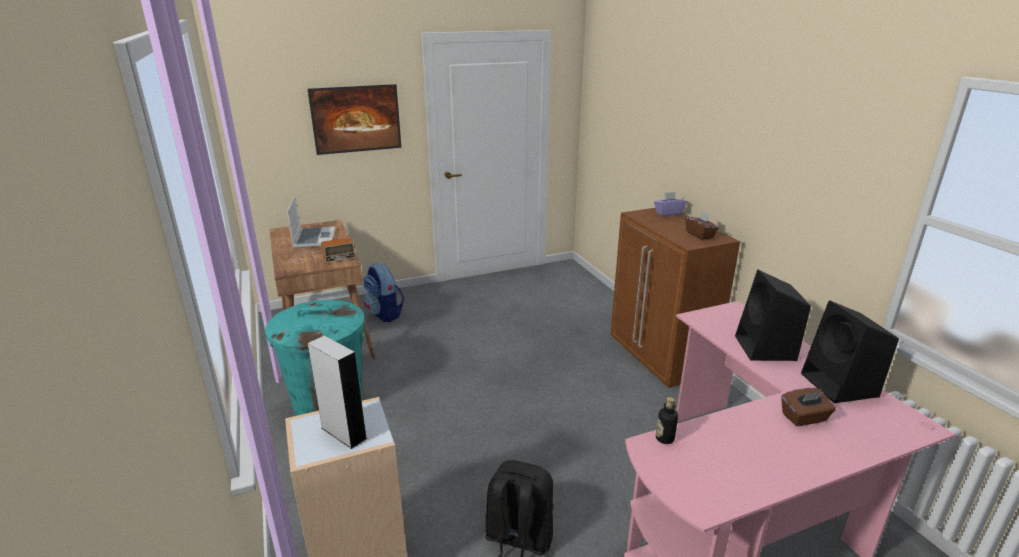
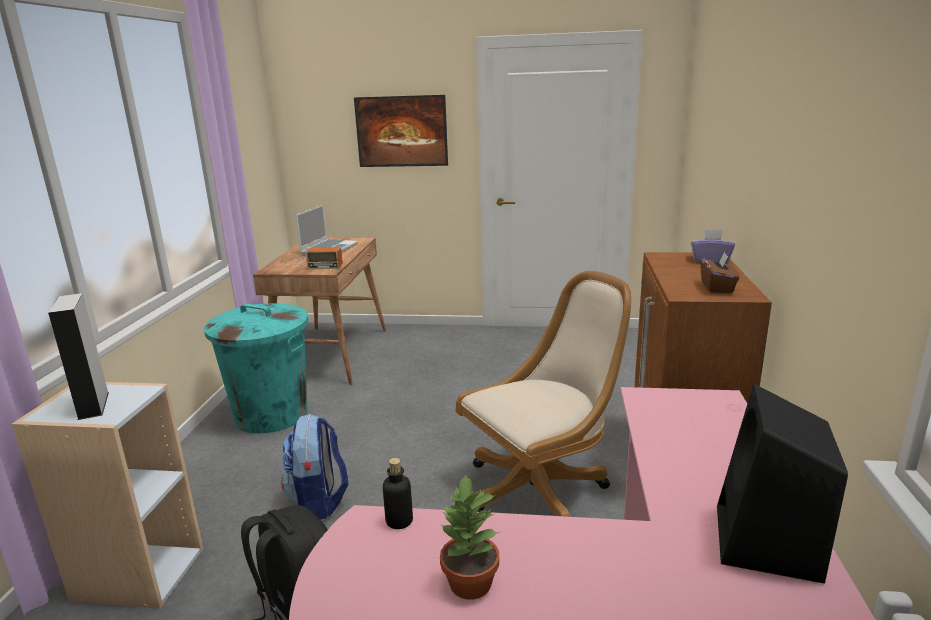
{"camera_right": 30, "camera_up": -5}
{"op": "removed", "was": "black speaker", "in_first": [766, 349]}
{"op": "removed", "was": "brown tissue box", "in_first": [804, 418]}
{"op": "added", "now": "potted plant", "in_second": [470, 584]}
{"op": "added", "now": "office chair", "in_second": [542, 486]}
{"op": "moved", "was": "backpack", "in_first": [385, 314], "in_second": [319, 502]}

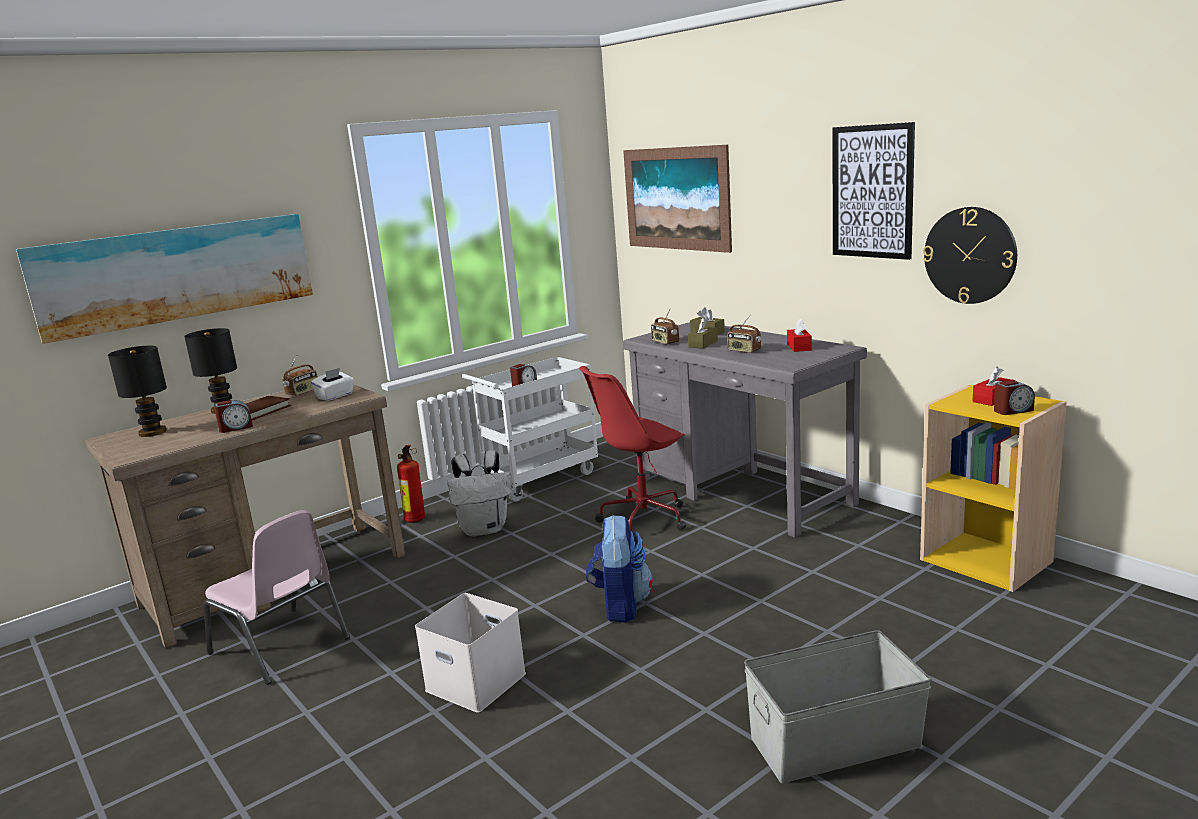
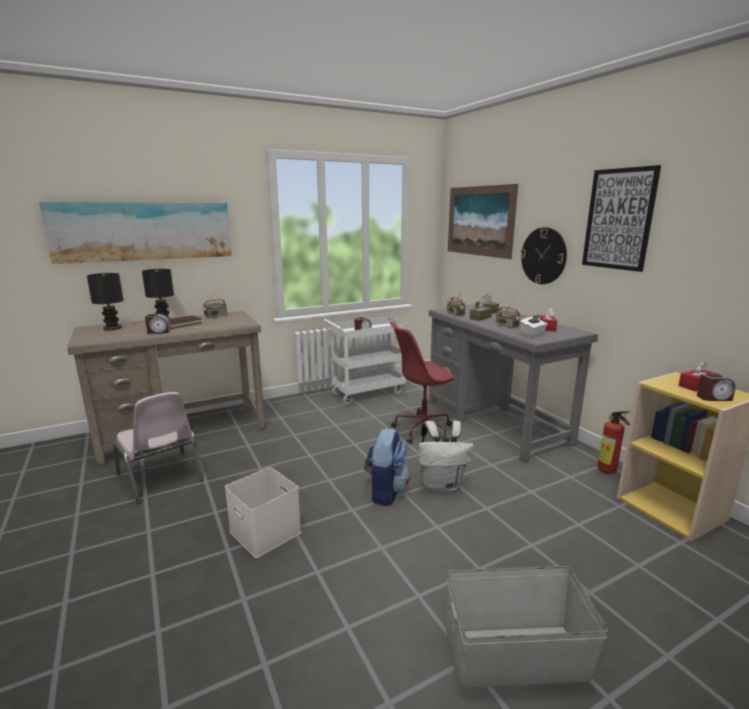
{"camera_right": 10, "camera_up": 0}
{"op": "moved", "was": "white tissue box", "in_first": [335, 396], "in_second": [532, 334]}
{"op": "moved", "was": "fire extinguisher", "in_first": [415, 520], "in_second": [608, 471]}
{"op": "moved", "was": "white backpack", "in_first": [485, 529], "in_second": [441, 485]}
{"op": "moved", "was": "wall clock", "in_first": [970, 255], "in_second": [543, 256]}

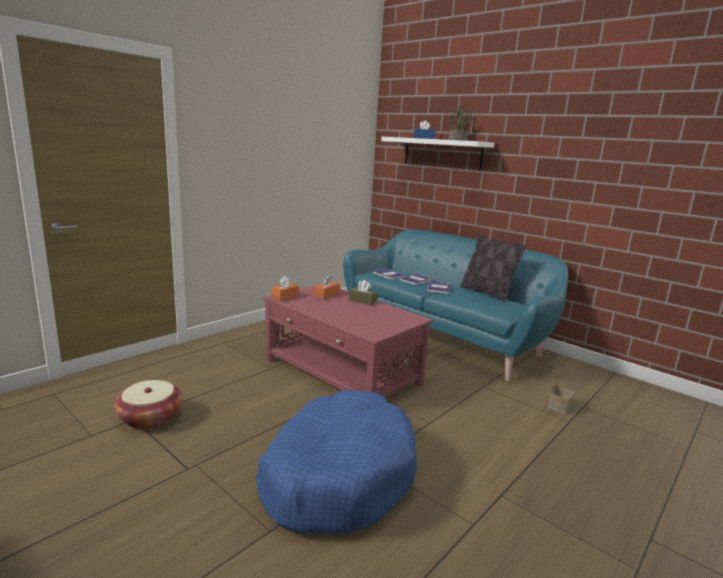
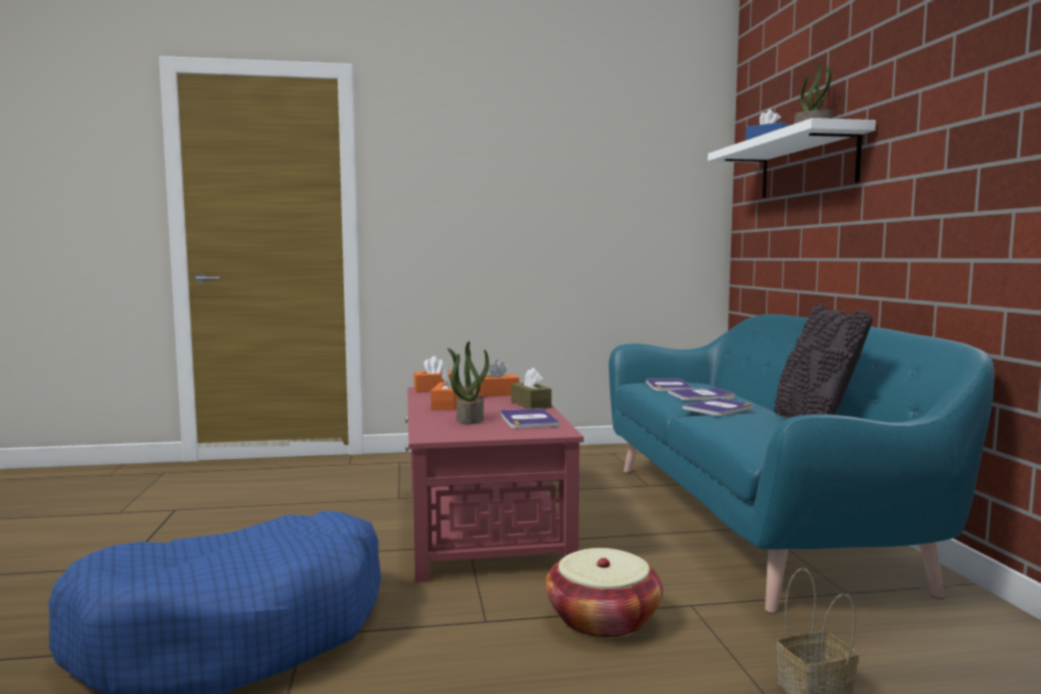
{"camera_right": 40, "camera_up": -10}
{"op": "added", "now": "orange tissue box", "in_second": [447, 405]}
{"op": "added", "now": "potted plant", "in_second": [469, 419]}
{"op": "added", "now": "book", "in_second": [528, 420]}
{"op": "moved", "was": "basket", "in_first": [150, 418], "in_second": [603, 620]}

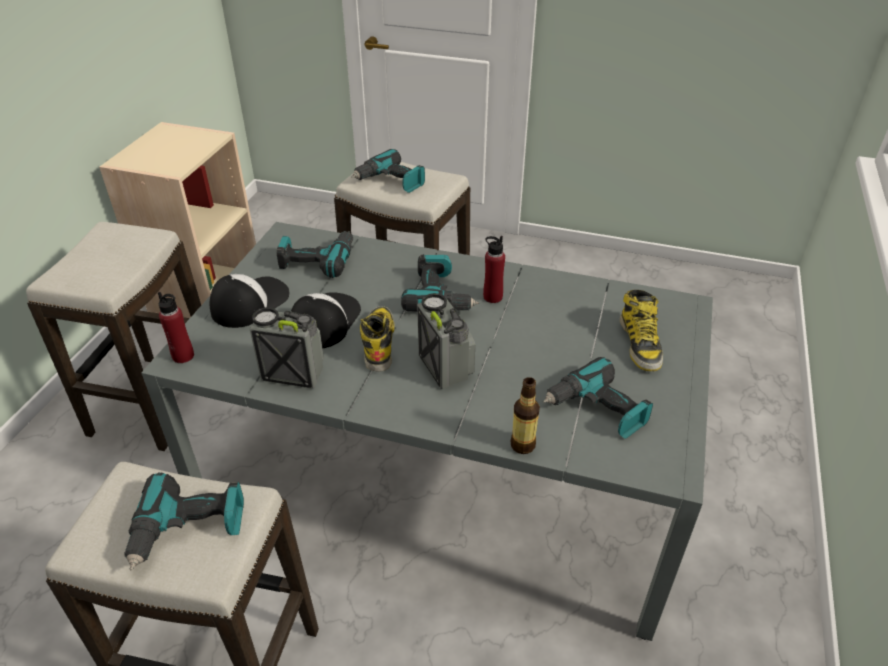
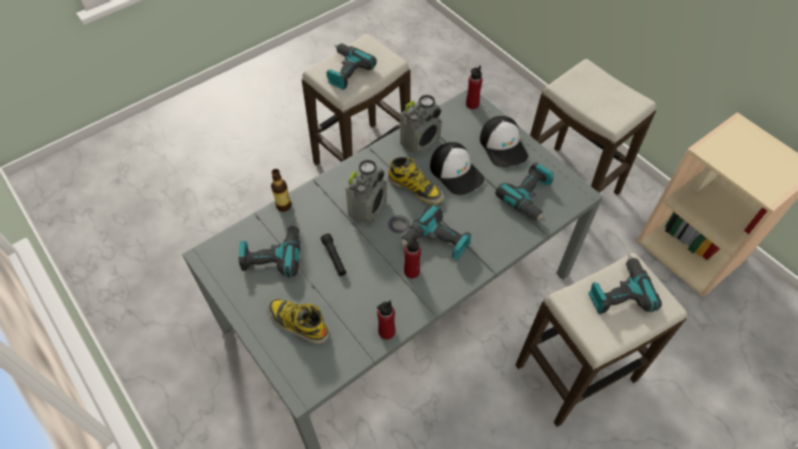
{"camera_right": 125, "camera_up": 15}
{"op": "added", "now": "black flashlight", "in_second": [334, 258]}
{"op": "added", "now": "red bottle", "in_second": [386, 332]}
{"op": "turned", "was": "radio", "in_first": [445, 366], "in_second": [368, 207], "clockwise": -75}

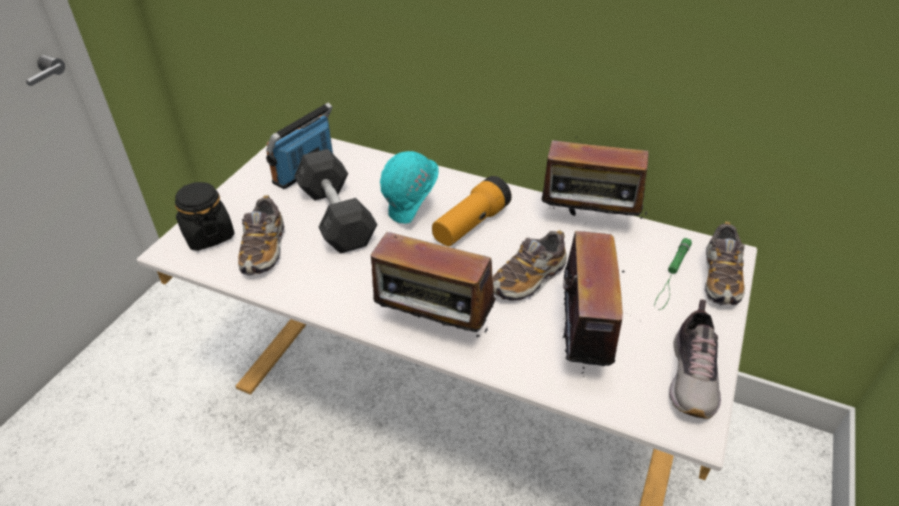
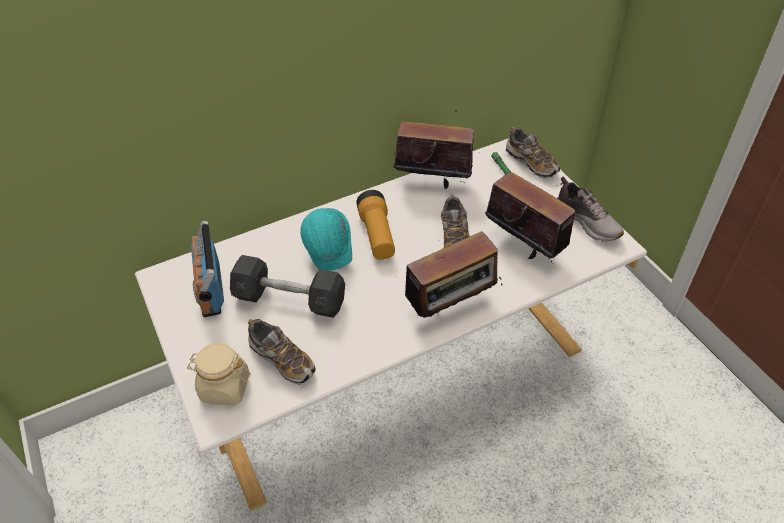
{"camera_right": -50, "camera_up": 5}
{"op": "recoloured", "was": "black jar", "now": "beige jar", "in_first": [208, 235], "in_second": [224, 387]}
{"op": "turned", "was": "radio", "in_first": [588, 222], "in_second": [432, 181], "clockwise": -135}

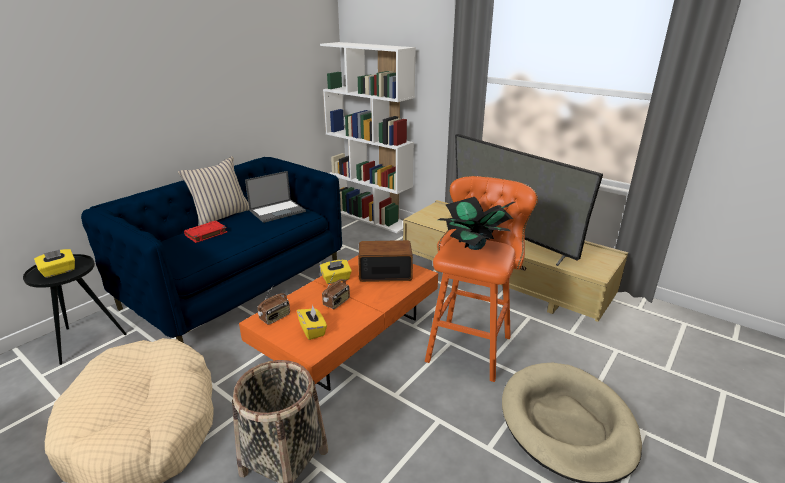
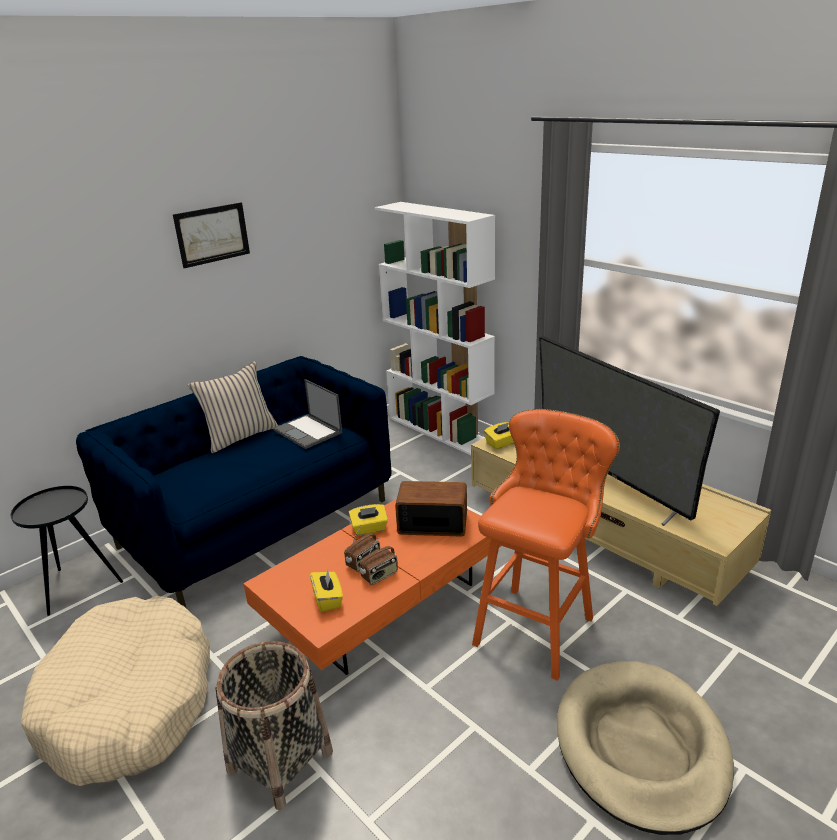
{"camera_right": 10, "camera_up": 0}
{"op": "removed", "was": "red book", "in_first": [206, 234]}
{"op": "removed", "was": "potted plant", "in_first": [474, 246]}
{"op": "added", "now": "picture", "in_second": [212, 234]}
{"op": "moved", "was": "yellow tissue box", "in_first": [59, 271], "in_second": [501, 444]}
{"op": "moved", "was": "radio", "in_first": [275, 317], "in_second": [380, 576]}
{"op": "turned", "was": "laptop", "in_first": [278, 211], "in_second": [308, 432], "clockwise": 75}

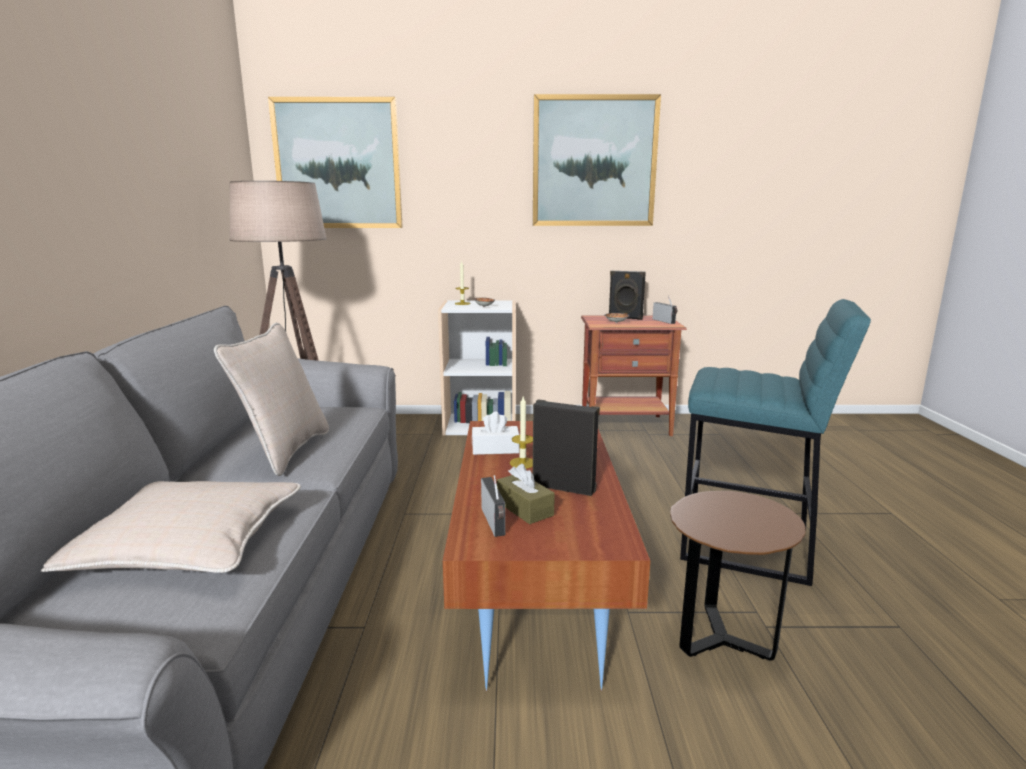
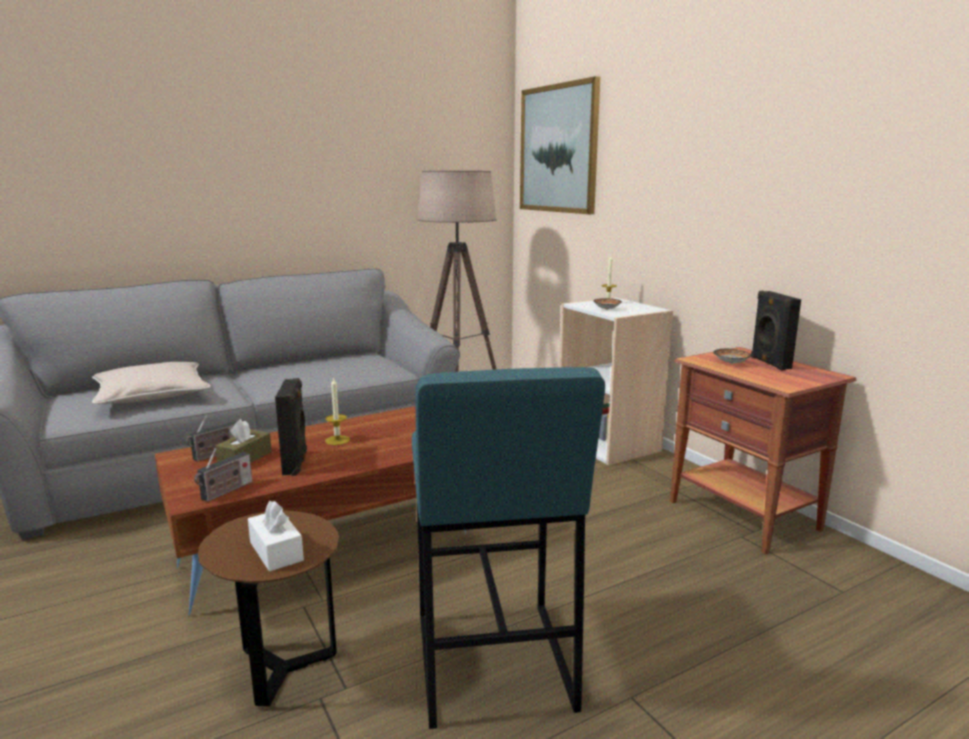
{"camera_right": 60, "camera_up": 0}
{"op": "removed", "was": "beige pillow", "in_first": [285, 451]}
{"op": "removed", "was": "picture", "in_first": [594, 162]}
{"op": "moved", "was": "white tissue box", "in_first": [495, 449], "in_second": [276, 551]}
{"op": "moved", "was": "radio", "in_first": [665, 321], "in_second": [225, 491]}

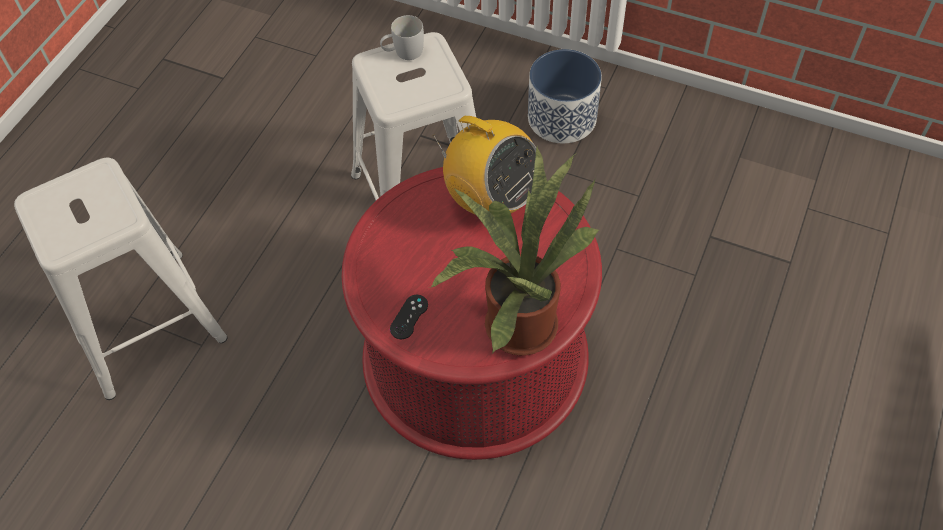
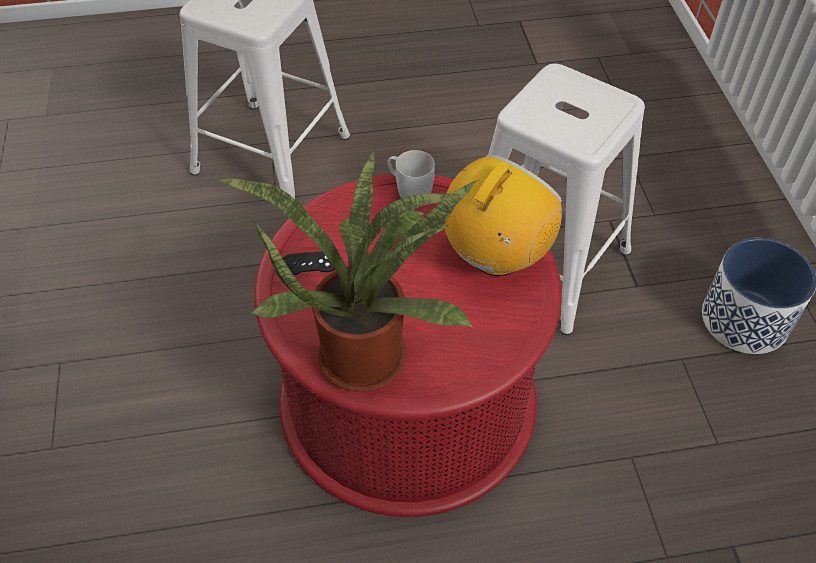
{"camera_right": 55, "camera_up": -5}
{"op": "moved", "was": "white mug", "in_first": [403, 52], "in_second": [409, 189]}
{"op": "turned", "was": "radio", "in_first": [491, 200], "in_second": [496, 256], "clockwise": -150}

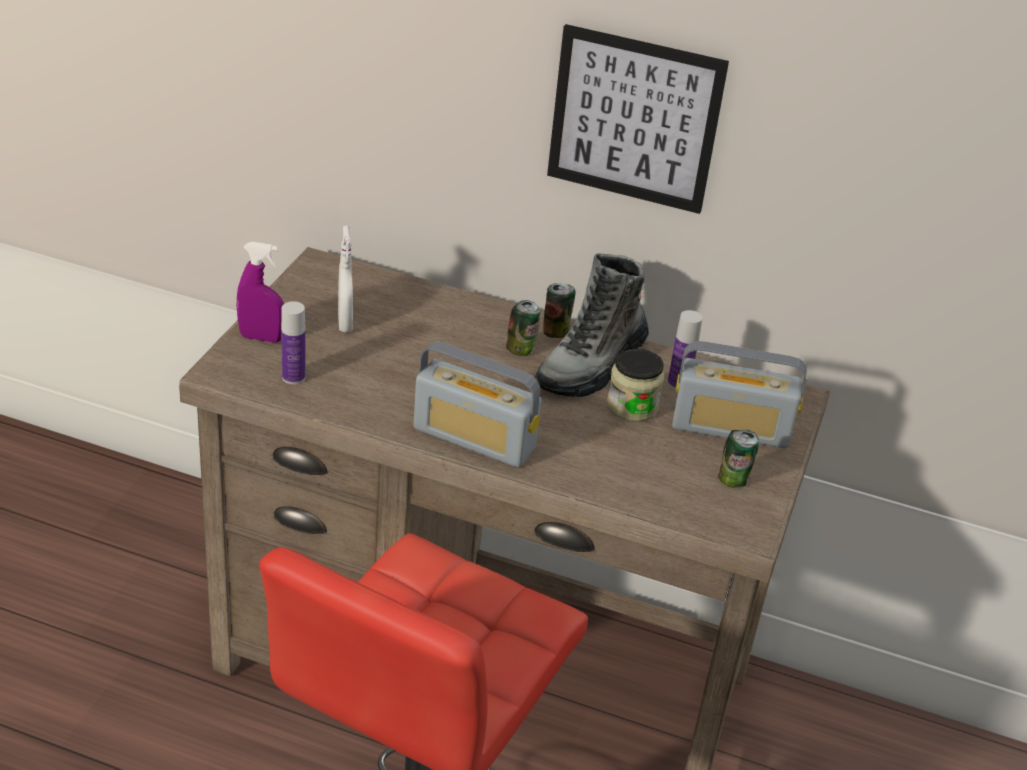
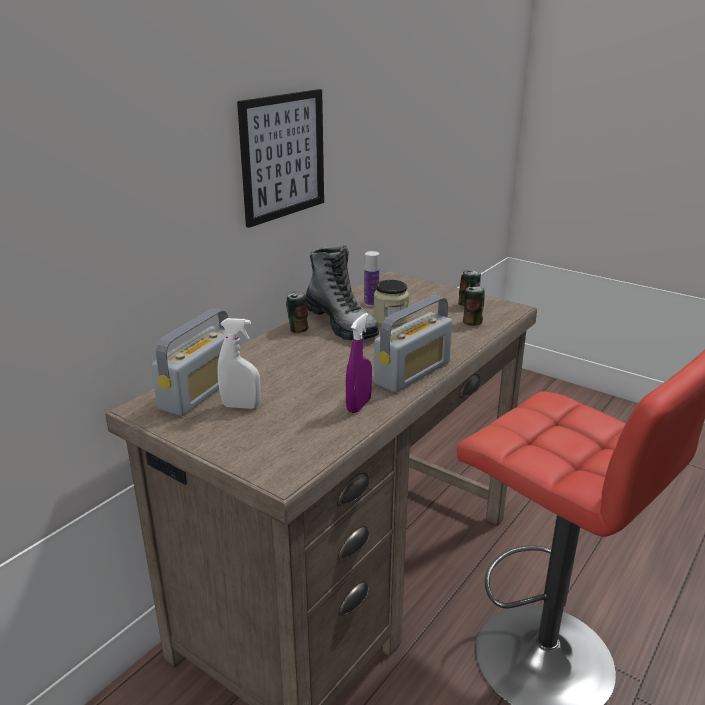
{"camera_right": -70, "camera_up": -10}
{"op": "removed", "was": "bottle", "in_first": [293, 377]}
{"op": "moved", "was": "purple spray bottle", "in_first": [261, 338], "in_second": [358, 405]}
{"op": "moved", "was": "can", "in_first": [521, 350], "in_second": [472, 322]}
{"op": "moved", "was": "radio", "in_first": [730, 428], "in_second": [200, 392]}

